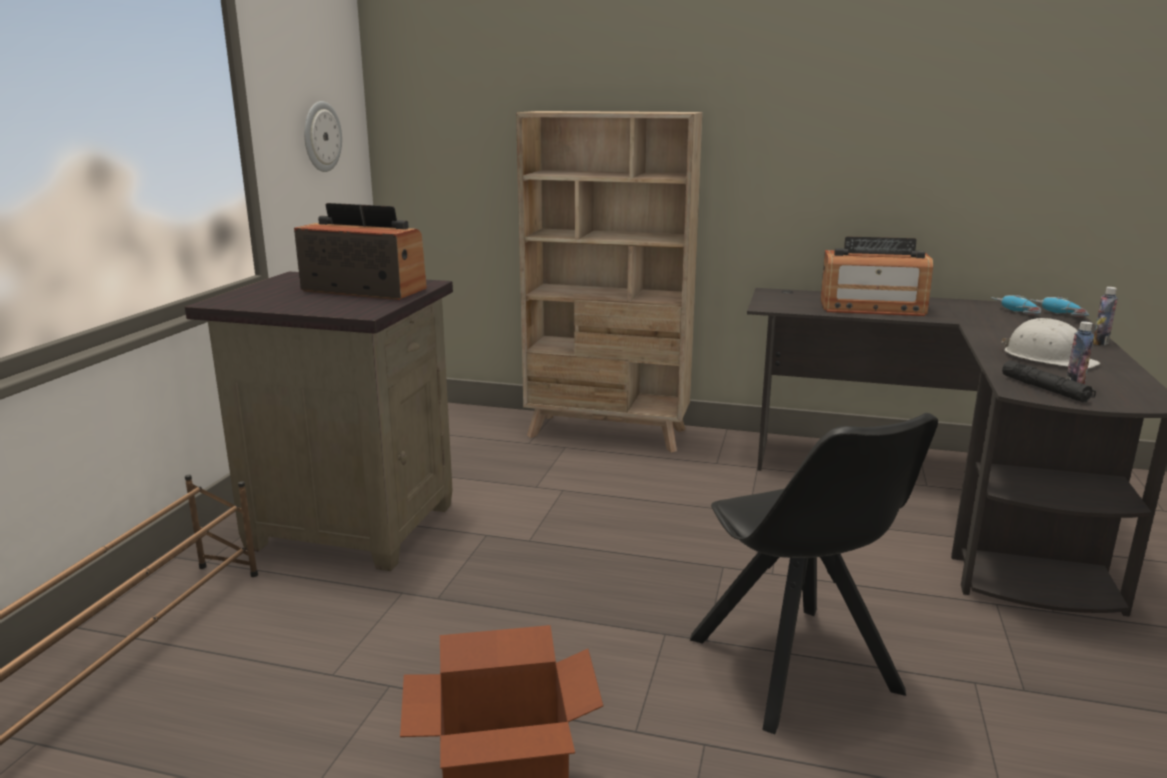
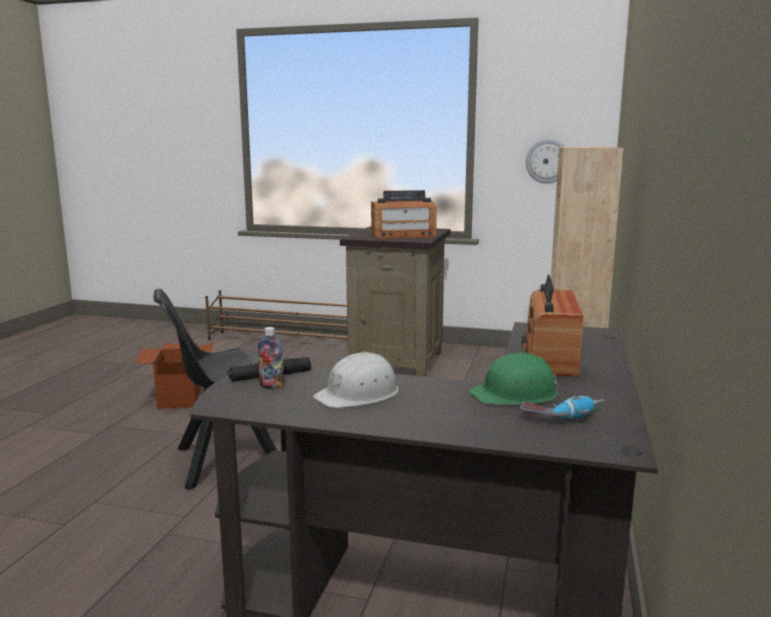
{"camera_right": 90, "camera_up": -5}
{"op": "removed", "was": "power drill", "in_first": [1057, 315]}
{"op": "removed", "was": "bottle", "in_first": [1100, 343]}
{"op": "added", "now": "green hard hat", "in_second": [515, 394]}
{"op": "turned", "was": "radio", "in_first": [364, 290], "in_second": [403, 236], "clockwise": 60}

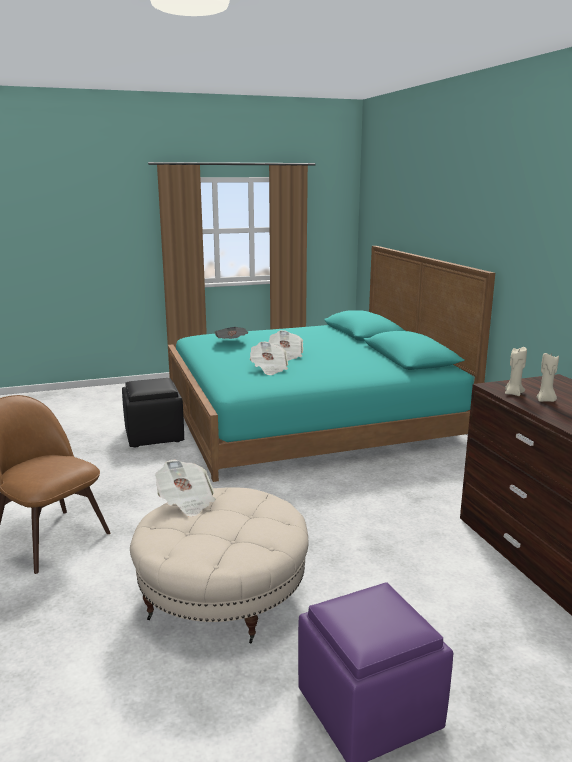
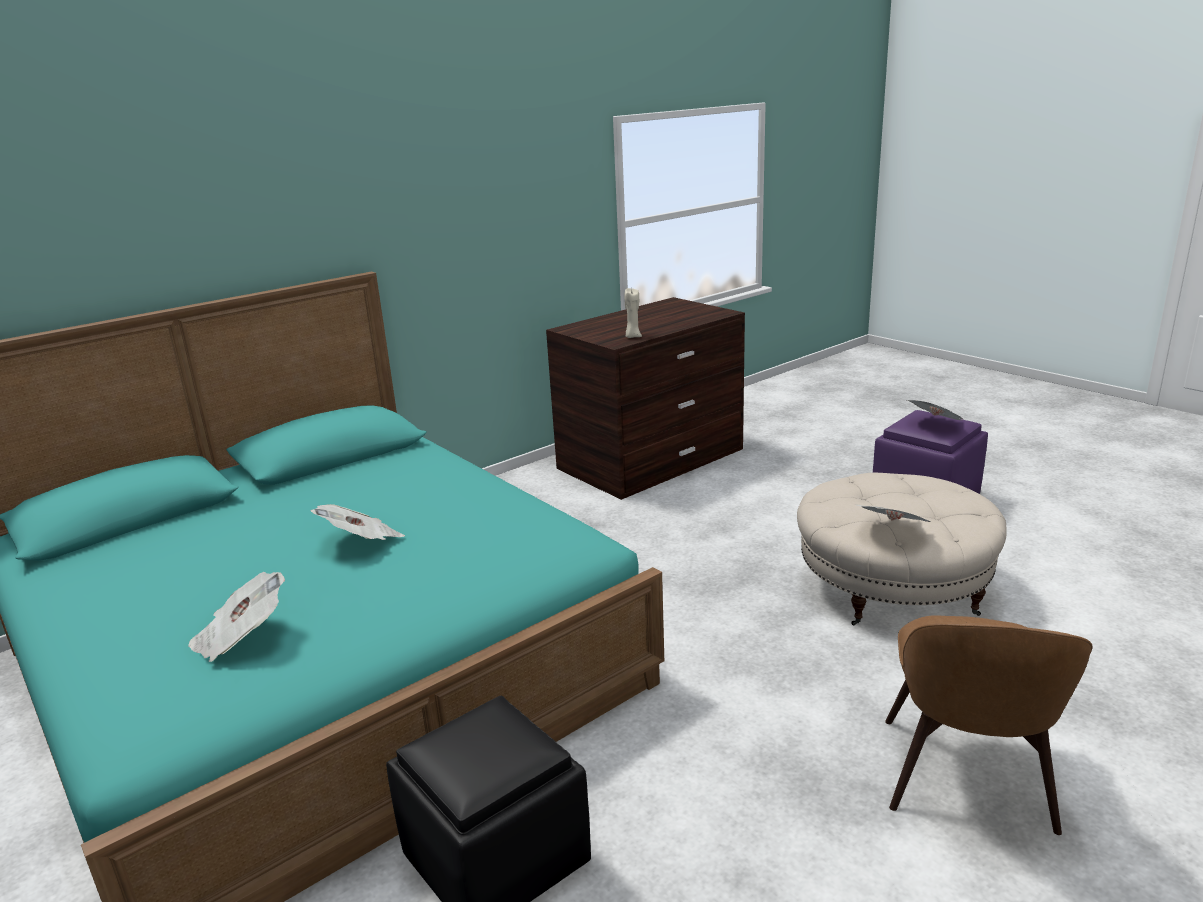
{"camera_right": -110, "camera_up": 5}
{"op": "removed", "was": "beige candle", "in_first": [545, 400]}
{"op": "moved", "was": "newspaper", "in_first": [269, 369], "in_second": [936, 425]}

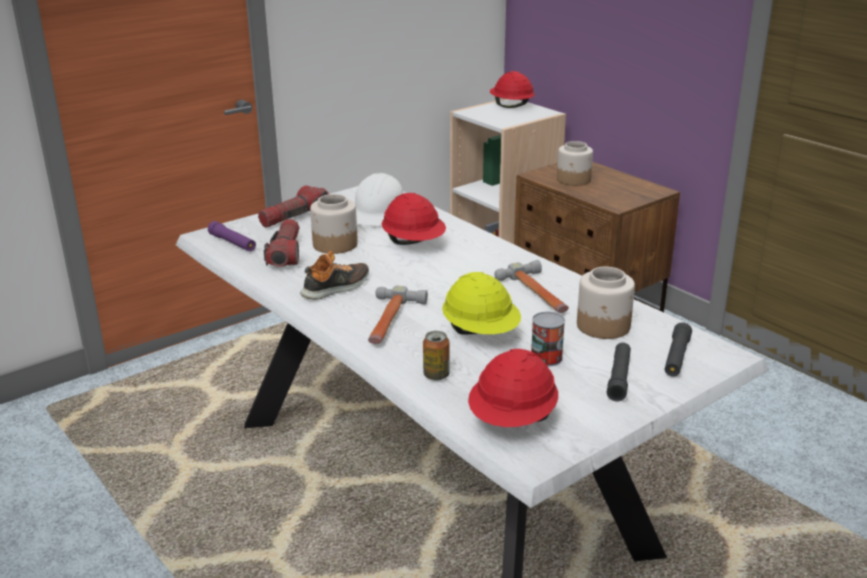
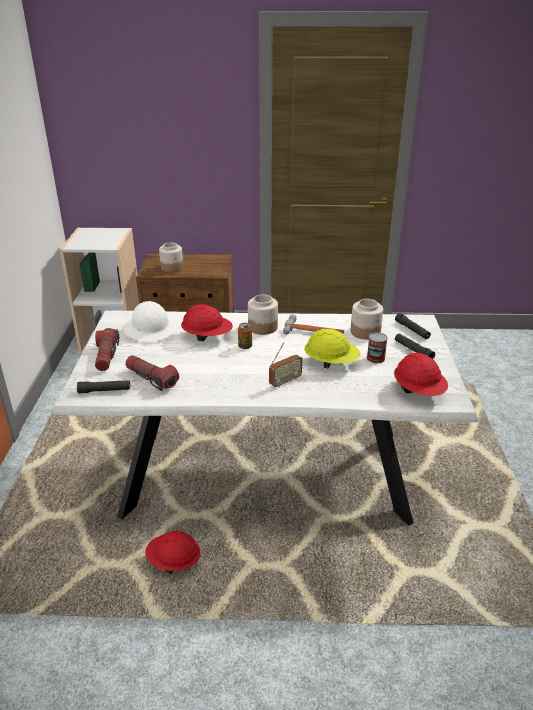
{"camera_right": -50, "camera_up": 5}
{"op": "removed", "was": "shoe", "in_first": [336, 288]}
{"op": "moved", "was": "jar", "in_first": [335, 244], "in_second": [263, 327]}
{"op": "moved", "was": "can", "in_first": [436, 375], "in_second": [245, 346]}
{"op": "moved", "was": "red hard hat", "in_first": [511, 106], "in_second": [173, 562]}
{"op": "replaced", "was": "hammer", "now": "radio", "in_first": [390, 321], "in_second": [285, 382]}
{"op": "recoloured", "was": "purple flashlight", "now": "black flashlight", "in_first": [232, 243], "in_second": [104, 390]}

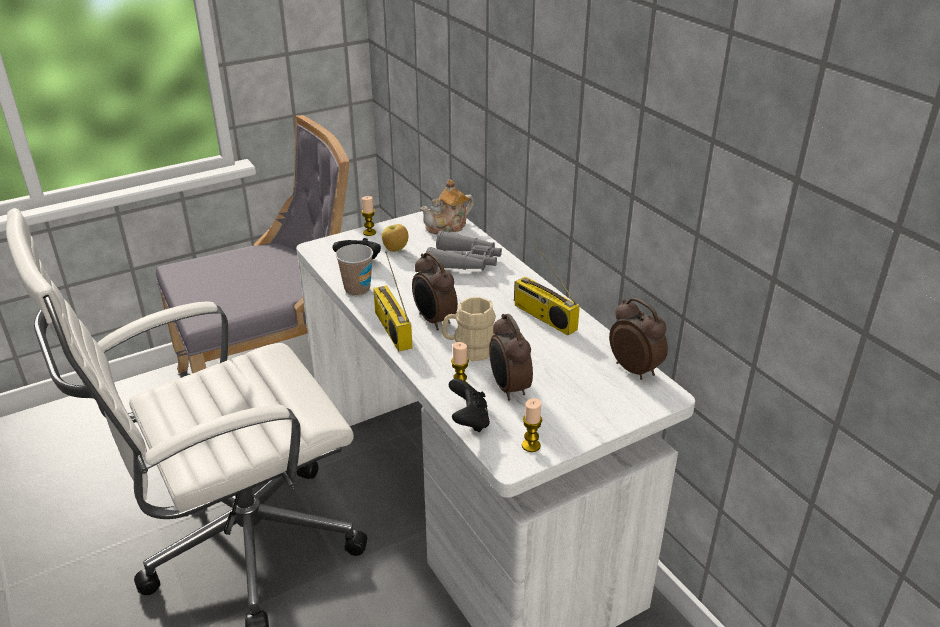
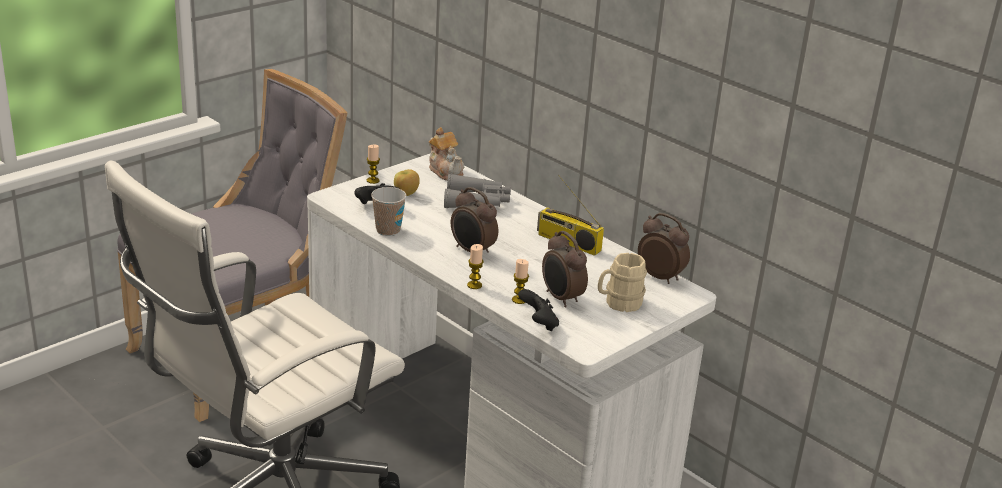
{"camera_right": -15, "camera_up": -5}
{"op": "removed", "was": "radio", "in_first": [391, 329]}
{"op": "moved", "was": "beige mug", "in_first": [469, 349], "in_second": [619, 303]}
{"op": "moved", "was": "candle", "in_first": [531, 445], "in_second": [474, 285]}
{"op": "turned", "was": "teapot", "in_first": [448, 226], "in_second": [446, 171], "clockwise": -75}

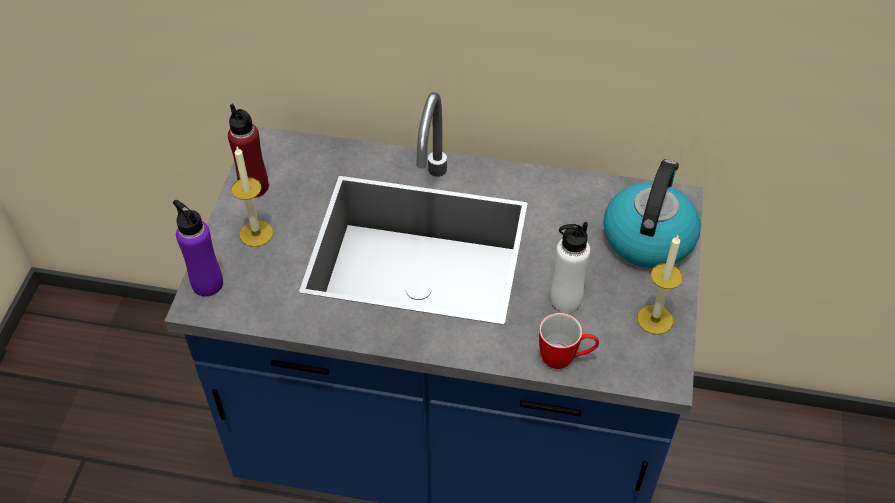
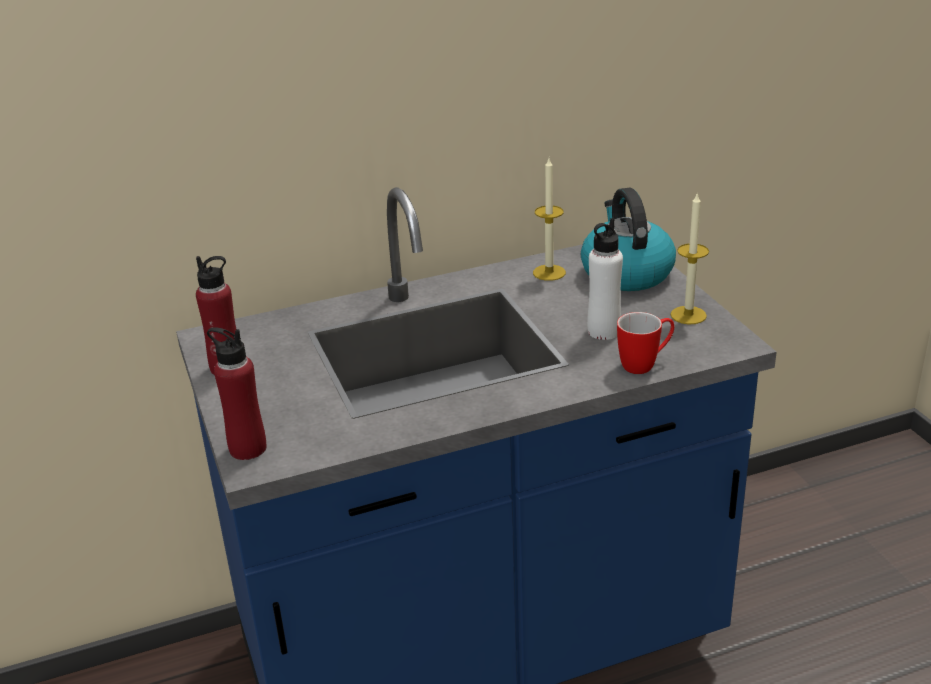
{"camera_right": -30, "camera_up": -20}
{"op": "moved", "was": "candle", "in_first": [256, 233], "in_second": [549, 272]}
{"op": "recoloured", "was": "purple bottle", "now": "red bottle", "in_first": [207, 283], "in_second": [247, 448]}

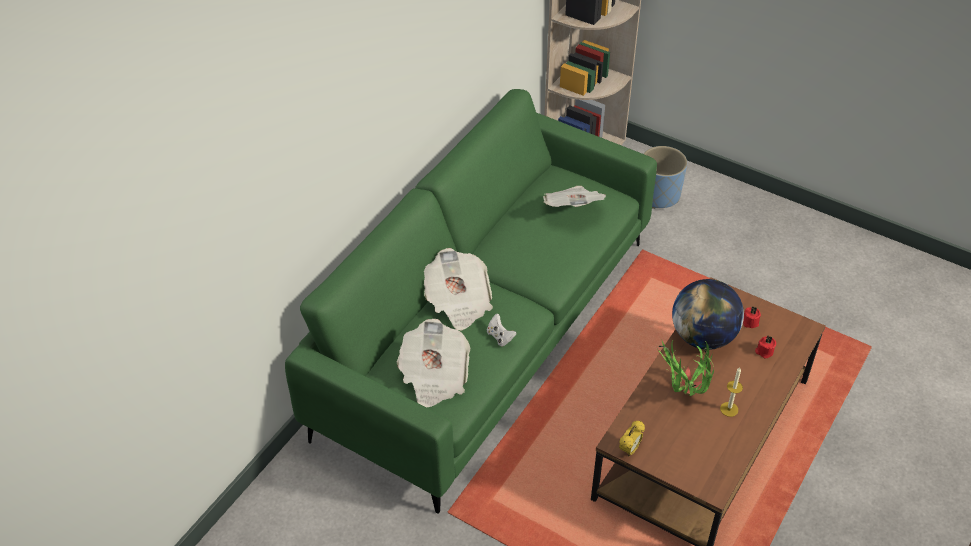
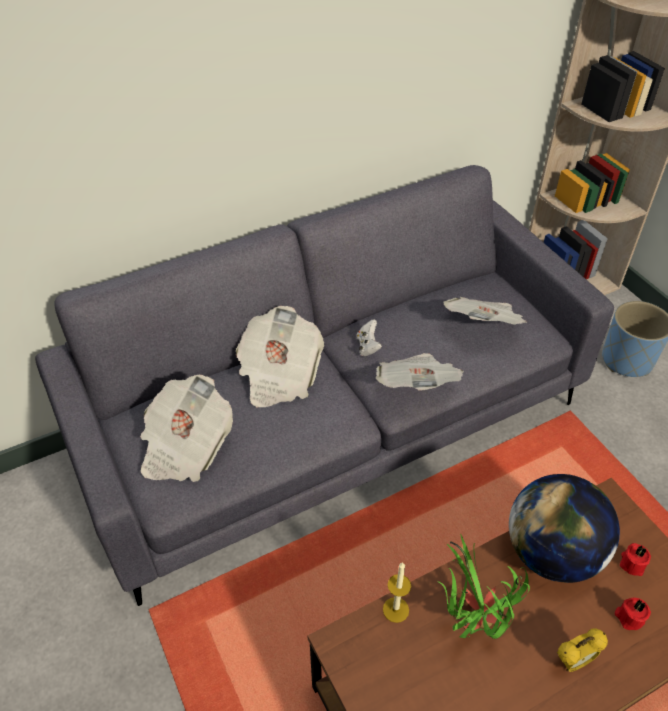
{"camera_right": 30, "camera_up": 0}
{"op": "added", "now": "newspaper", "in_second": [416, 387]}
{"op": "moved", "was": "white game controller", "in_first": [500, 337], "in_second": [368, 346]}
{"op": "moved", "was": "alarm clock", "in_first": [629, 450], "in_second": [573, 662]}
{"op": "moved", "was": "candle", "in_first": [729, 409], "in_second": [395, 609]}
{"op": "recoloured", "was": "green sofa", "now": "grey sofa", "in_first": [485, 335], "in_second": [335, 429]}

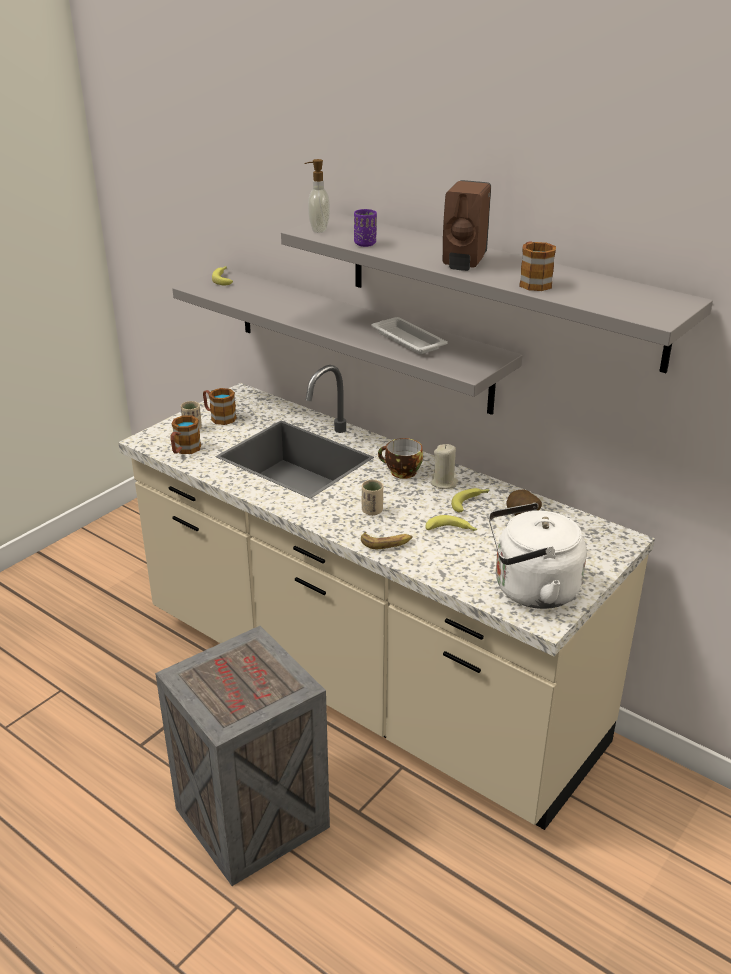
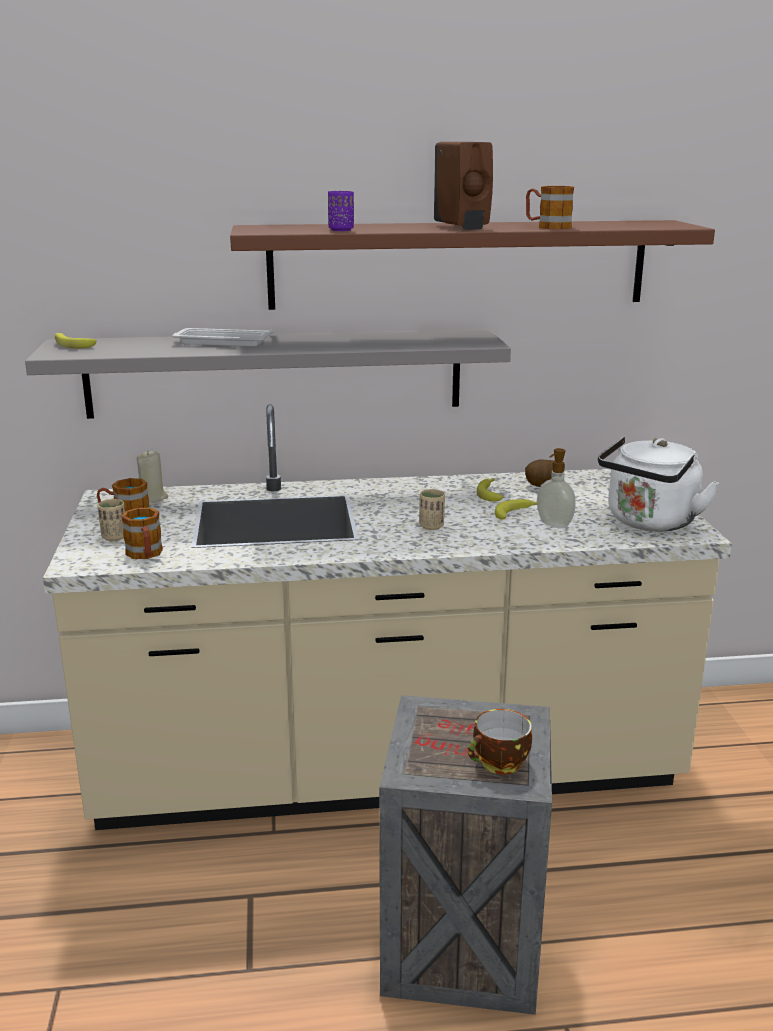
{"camera_right": -45, "camera_up": -10}
{"op": "removed", "was": "banana", "in_first": [386, 543]}
{"op": "moved", "was": "soap dispenser", "in_first": [318, 230], "in_second": [553, 525]}
{"op": "moved", "was": "white tray", "in_first": [407, 340], "in_second": [221, 342]}
{"op": "moved", "was": "cup", "in_first": [401, 472], "in_second": [499, 764]}
{"op": "moved", "was": "beige candle", "in_first": [444, 483], "in_second": [152, 498]}
{"op": "recoloured", "was": "grey shelf", "now": "brown shelf", "in_first": [499, 288], "in_second": [458, 264]}

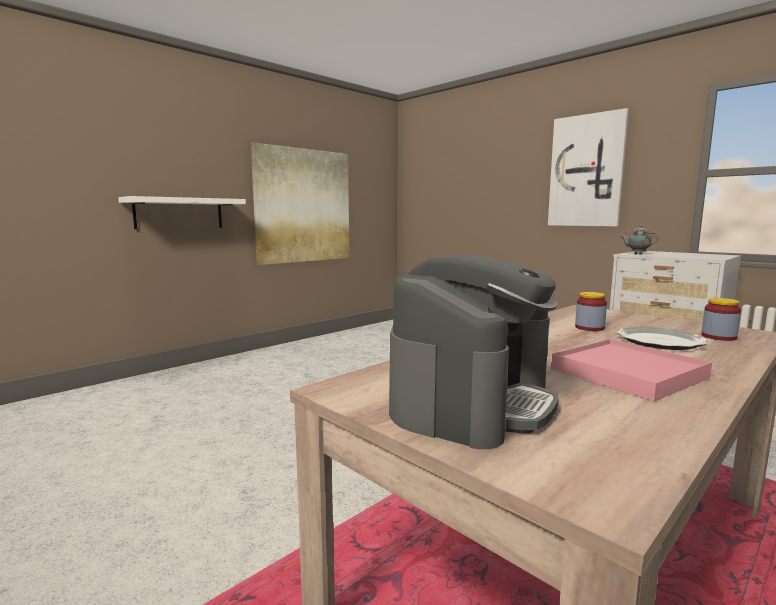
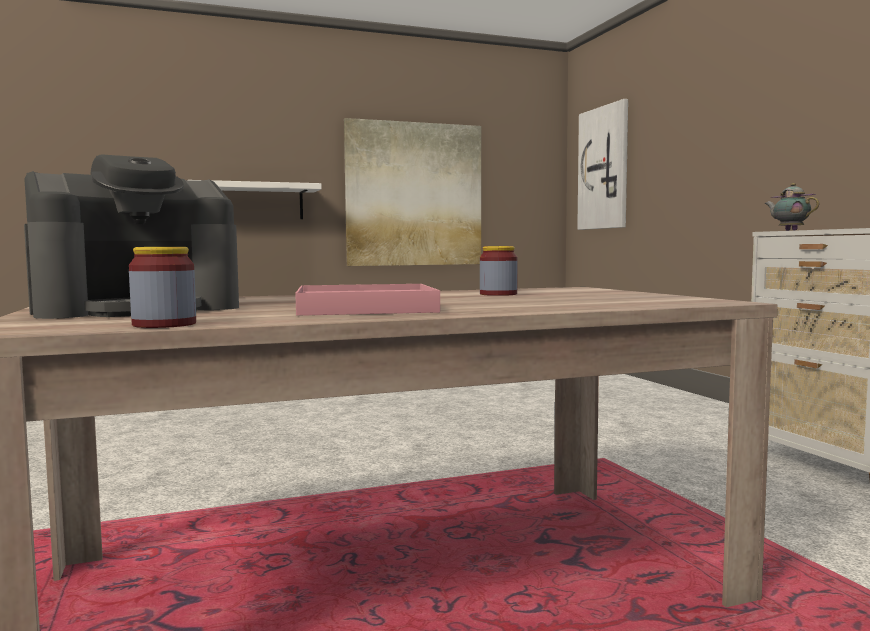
{"camera_right": 25, "camera_up": -5}
{"op": "removed", "was": "plate", "in_first": [659, 341]}
{"op": "moved", "was": "picture", "in_first": [586, 171], "in_second": [604, 168]}
{"op": "moved", "was": "jar", "in_first": [718, 337], "in_second": [164, 324]}

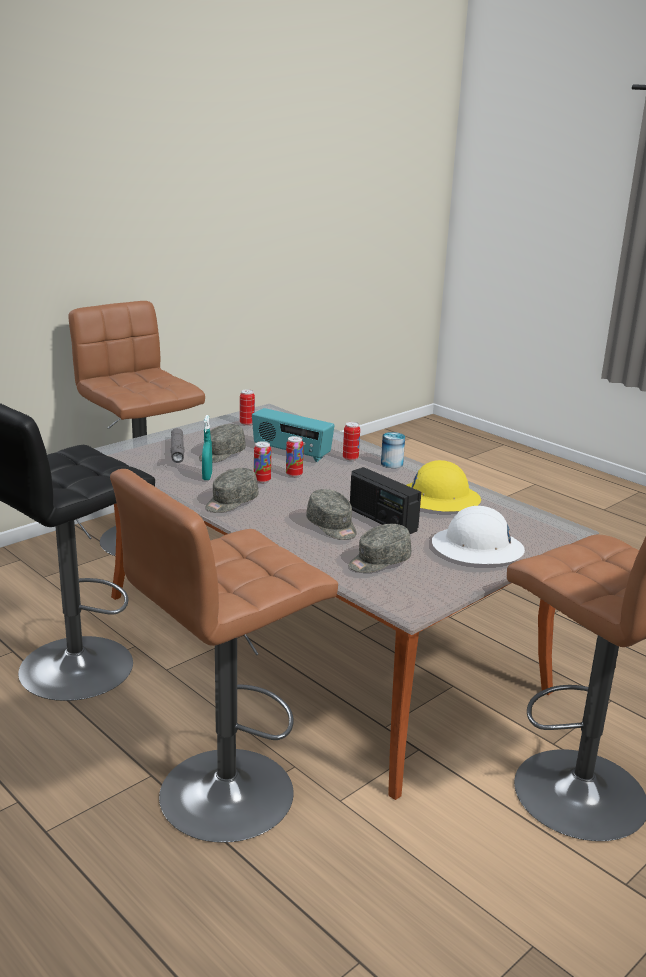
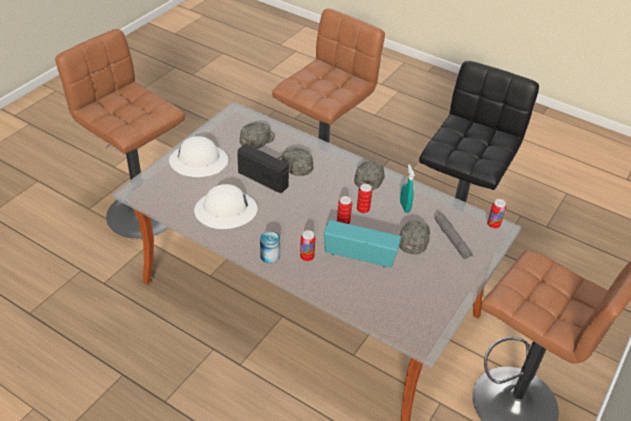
{"camera_right": 165, "camera_up": 20}
{"op": "moved", "was": "can", "in_first": [247, 423], "in_second": [493, 225]}
{"op": "recoloured", "was": "yellow hard hat", "now": "white hard hat", "in_first": [439, 498], "in_second": [226, 211]}

